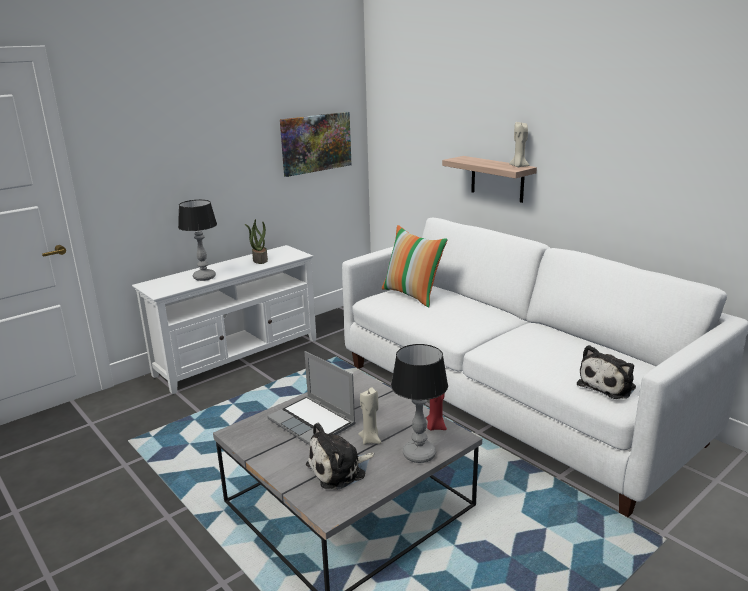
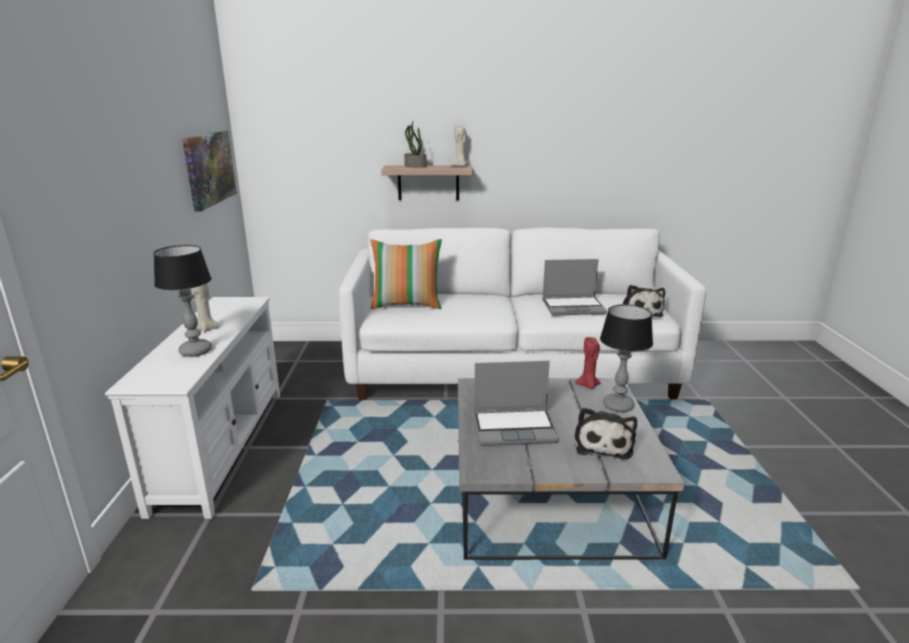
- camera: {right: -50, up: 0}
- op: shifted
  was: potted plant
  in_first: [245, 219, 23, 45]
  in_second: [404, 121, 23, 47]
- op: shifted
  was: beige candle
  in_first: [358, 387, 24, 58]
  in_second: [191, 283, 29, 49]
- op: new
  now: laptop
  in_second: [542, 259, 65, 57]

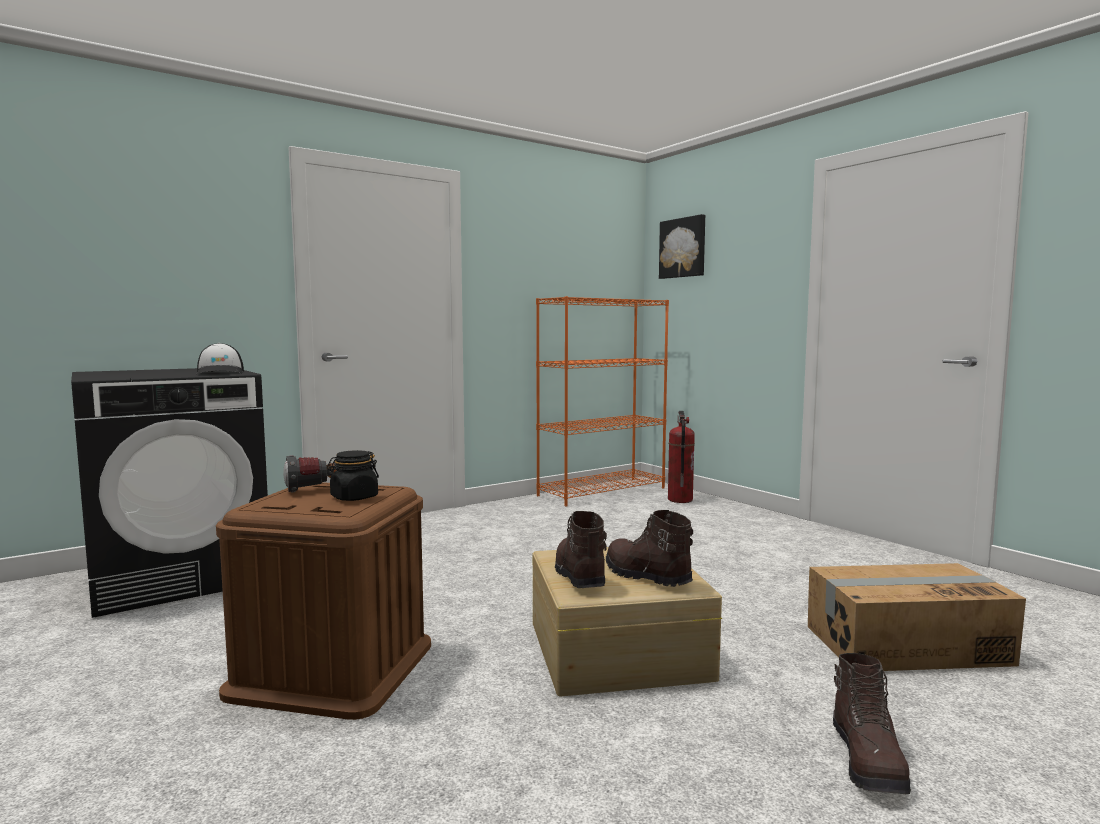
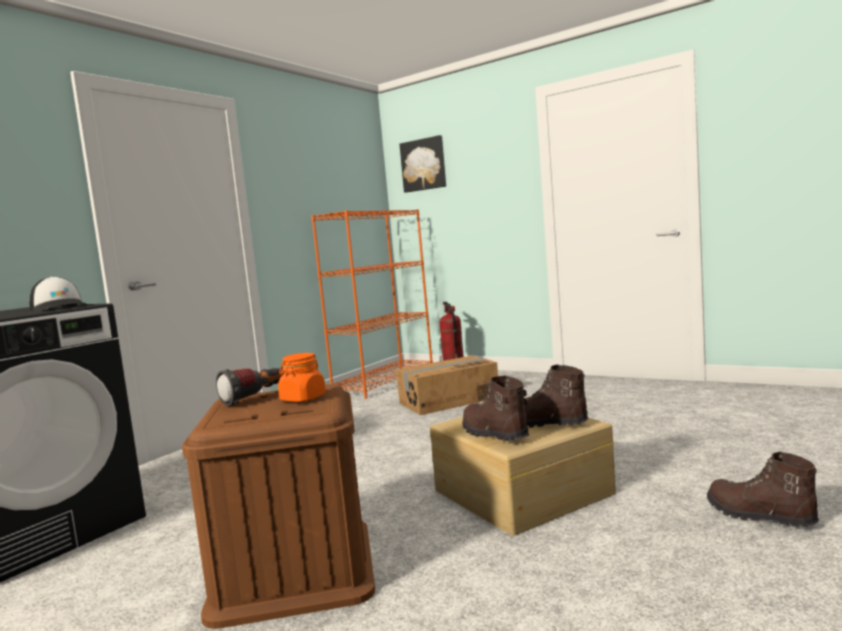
- camera: {right: -20, up: 0}
- op: repainted
  was: black jar
  now: orange jar
  in_first: [327, 450, 52, 51]
  in_second: [278, 353, 48, 49]
- op: shifted
  was: cardboard box
  in_first: [808, 563, 218, 108]
  in_second: [396, 356, 102, 59]
- op: rotated
  was: brown boot
  in_first: [833, 653, 78, 141]
  in_second: [707, 452, 112, 75]
  clockwise: 150

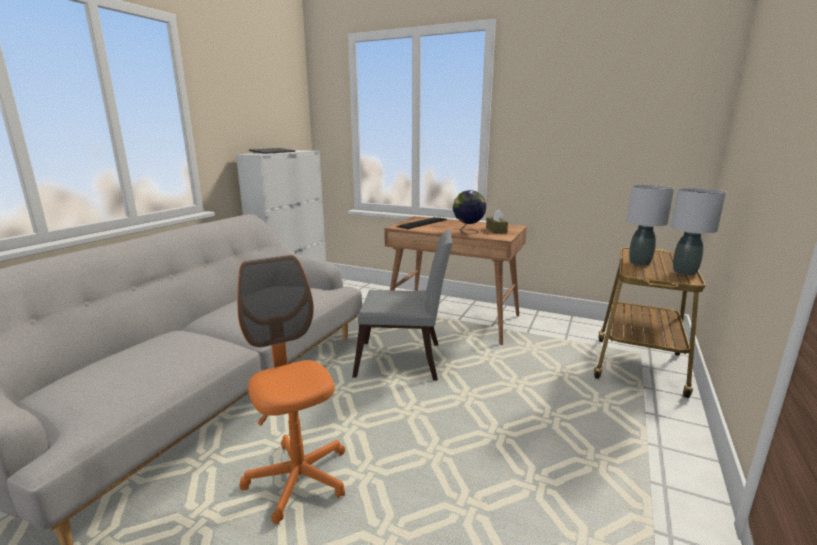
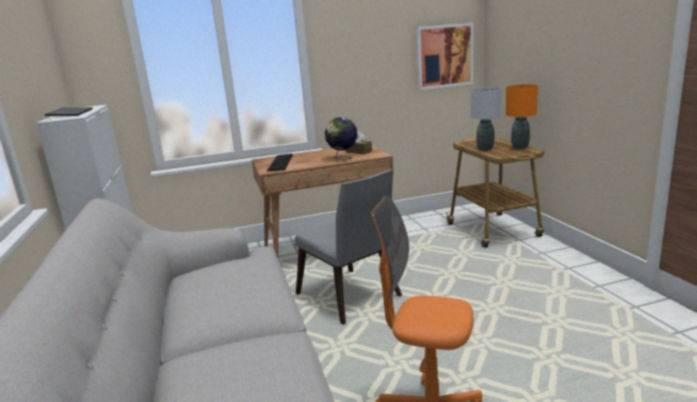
- camera: {right: -40, up: 0}
- op: rotated
  was: grey chair
  in_first: [352, 229, 100, 151]
  in_second: [295, 169, 107, 156]
  clockwise: 90
- op: repainted
  was: grey table lamp
  now: orange table lamp
  in_first: [671, 188, 55, 87]
  in_second: [506, 84, 32, 65]
- op: new
  now: picture
  in_second: [416, 23, 57, 67]

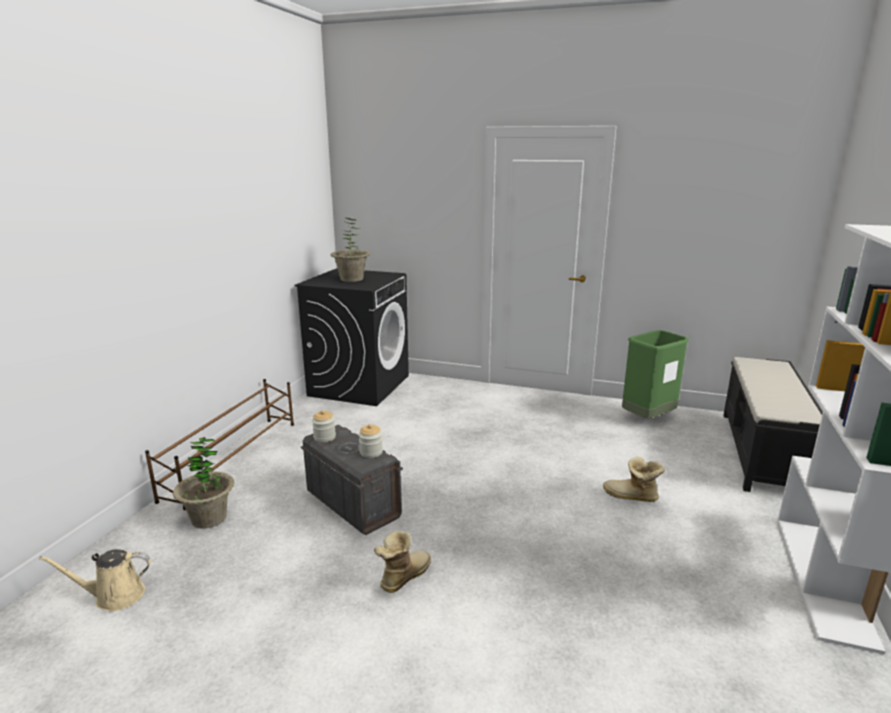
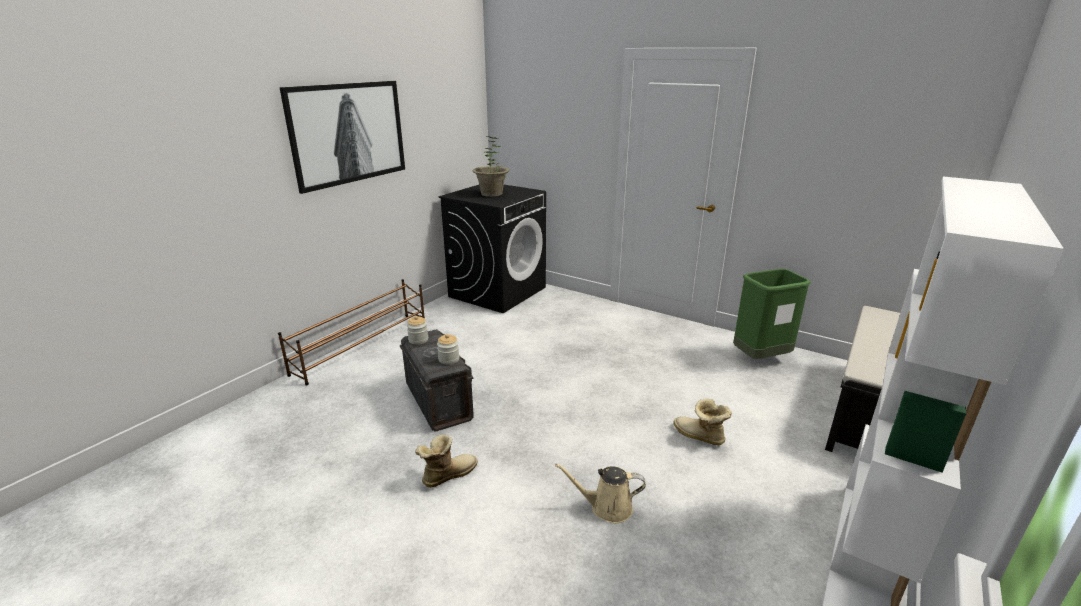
- camera: {right: 15, up: 5}
- op: shifted
  was: beige watering can
  in_first: [39, 549, 112, 62]
  in_second: [555, 463, 91, 60]
- op: gone
  was: potted plant
  in_first: [173, 437, 61, 92]
- op: new
  now: picture
  in_second: [279, 81, 126, 113]

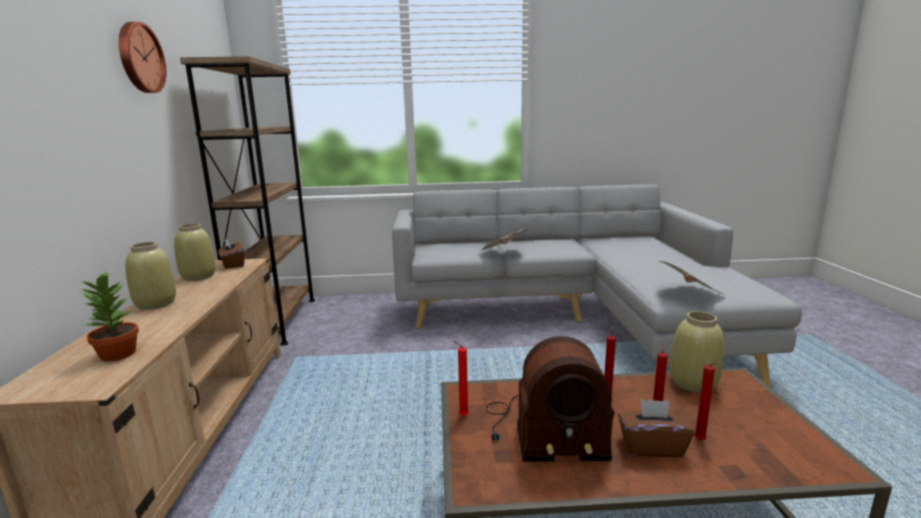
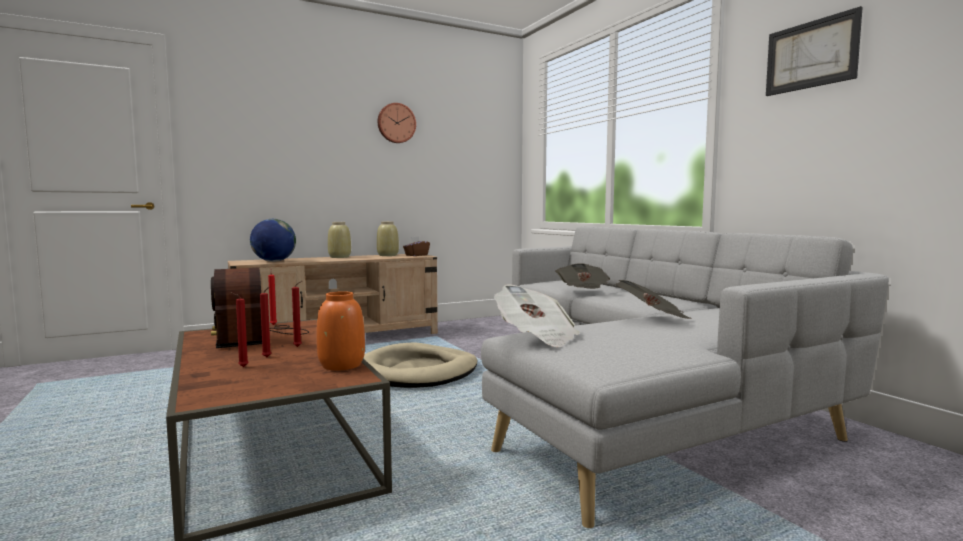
- camera: {right: 65, up: -10}
- op: swapped
  was: potted plant
  now: globe
  in_first: [79, 271, 60, 91]
  in_second: [250, 219, 46, 43]
- op: gone
  was: brown bookcase
  in_first: [180, 56, 135, 290]
- op: gone
  was: brown tissue box
  in_first: [618, 399, 77, 58]
- op: repainted
  was: beige vase
  now: orange vase
  in_first: [670, 311, 54, 82]
  in_second: [316, 291, 49, 80]
- op: new
  now: beige dog bed
  in_second: [363, 342, 114, 46]
- op: new
  now: newspaper
  in_second: [616, 280, 76, 39]
- op: new
  now: picture
  in_second: [766, 6, 97, 90]

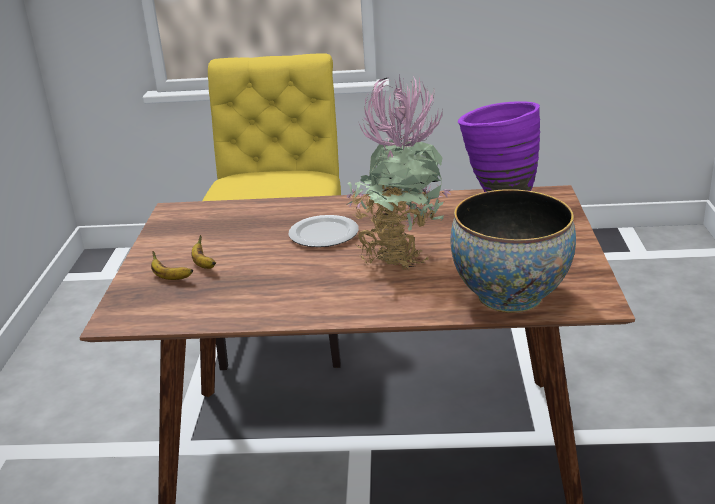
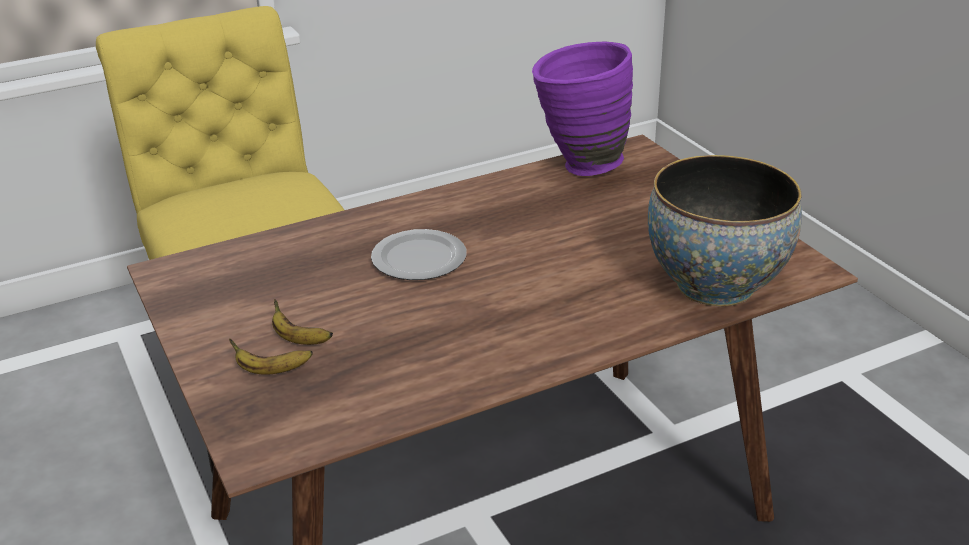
- camera: {right: -30, up: 5}
- op: gone
  was: potted plant
  in_first: [346, 74, 106, 196]

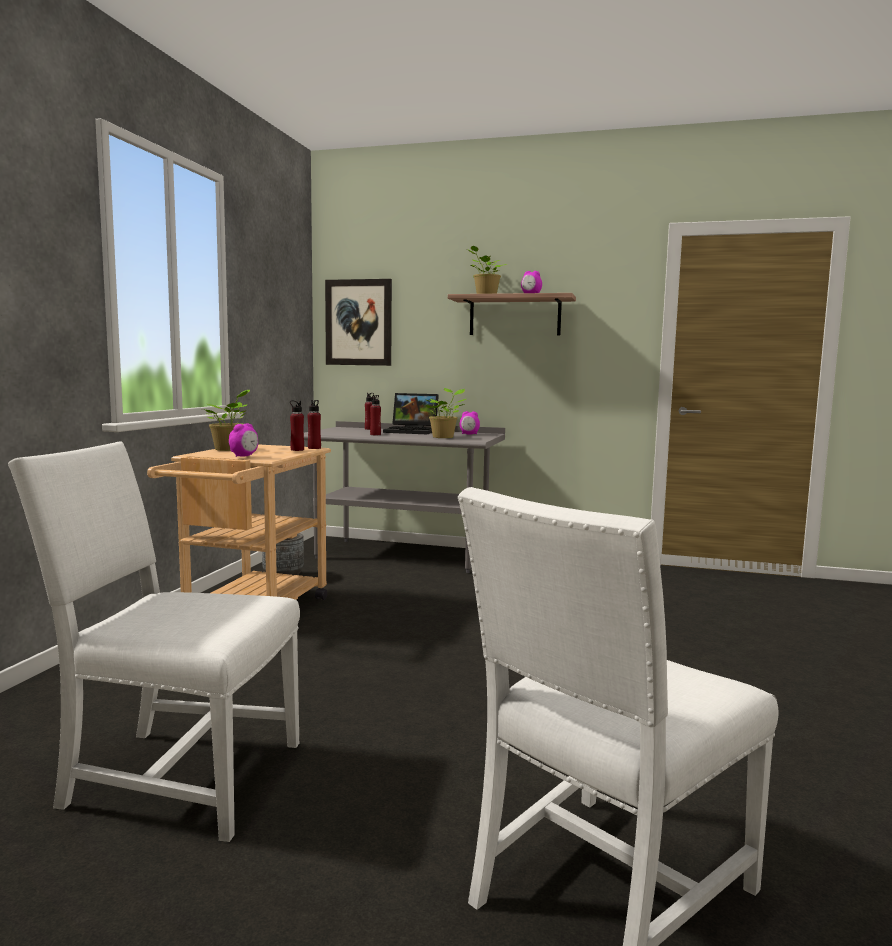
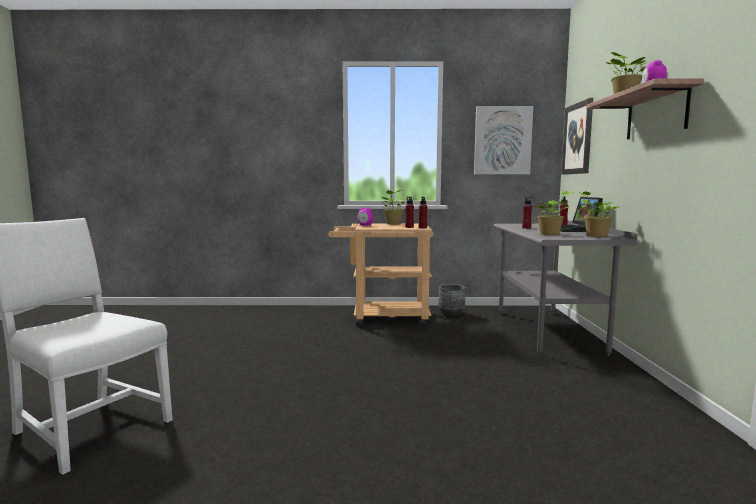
- camera: {right: 75, up: 0}
- op: gone
  was: white chair
  in_first: [8, 442, 292, 400]
- op: swapped
  was: alarm clock
  now: potted plant
  in_first: [460, 411, 20, 23]
  in_second: [576, 191, 43, 46]
- op: new
  now: picture
  in_second: [474, 106, 59, 68]

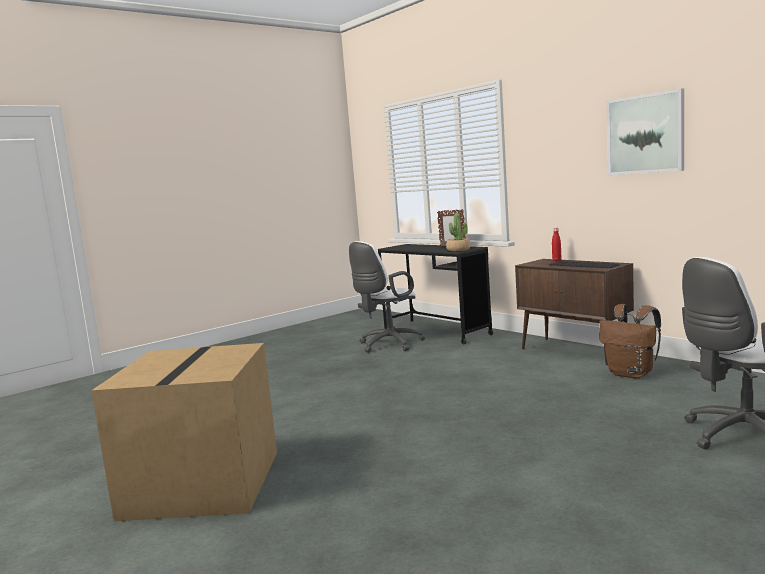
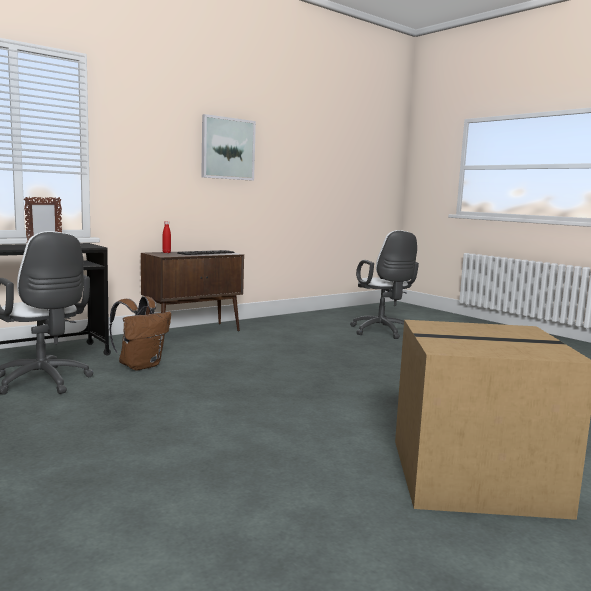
- camera: {right: -90, up: 0}
- op: gone
  was: potted plant
  in_first: [446, 213, 25, 38]
- op: shifted
  was: brown backpack
  in_first: [599, 304, 62, 75]
  in_second: [109, 296, 62, 74]

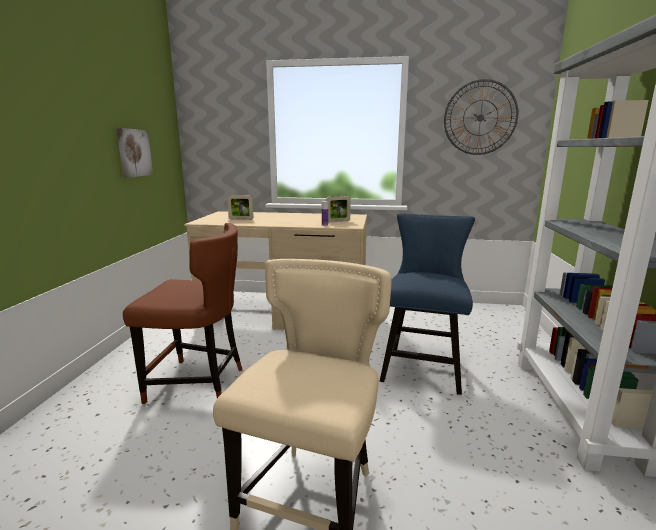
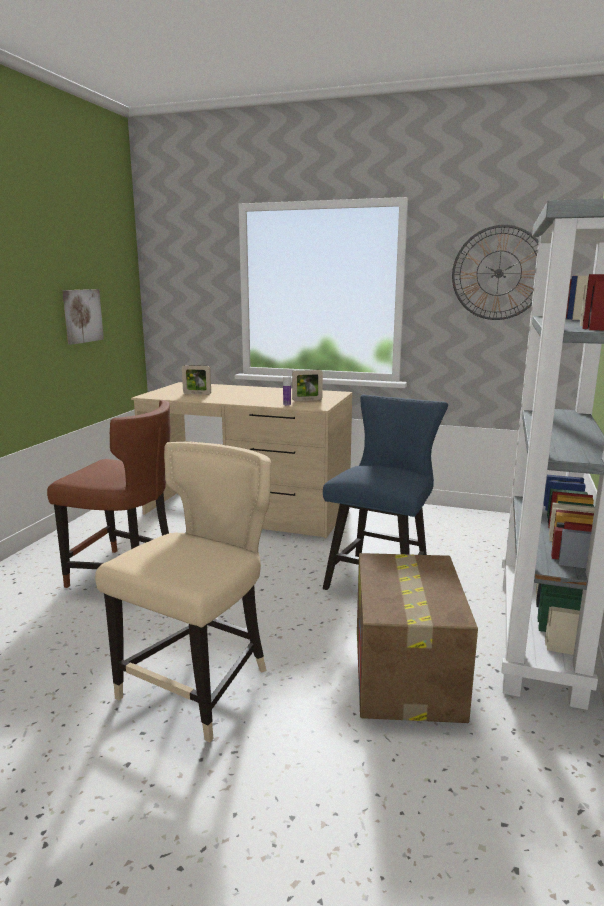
- camera: {right: 10, up: 0}
- op: new
  now: cardboard box
  in_second: [357, 553, 121, 170]

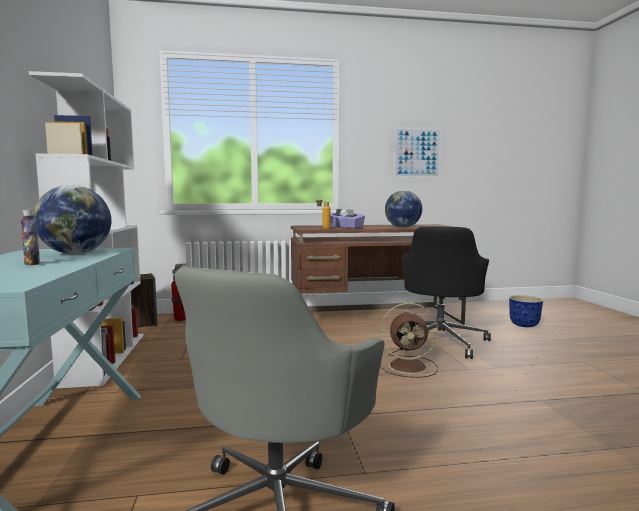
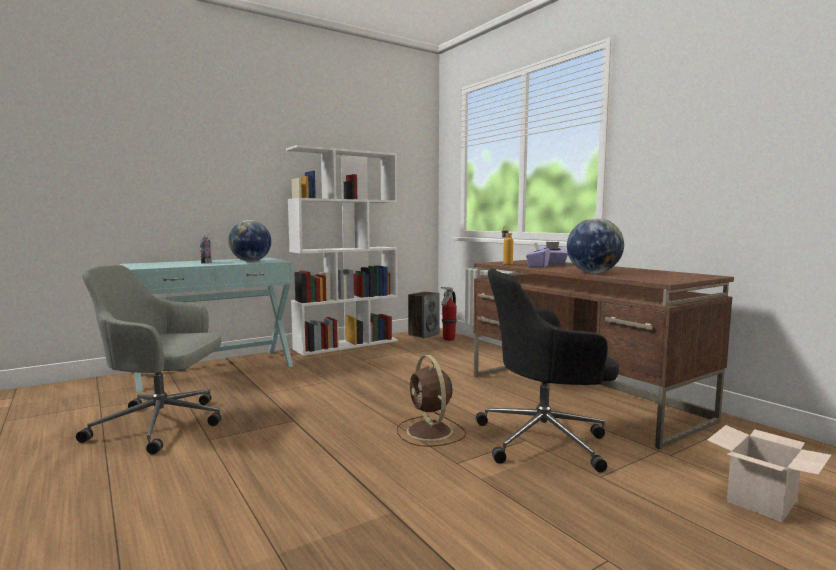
- camera: {right: 65, up: 0}
- op: gone
  was: picture
  in_first: [394, 127, 47, 51]
- op: swapped
  was: planter
  now: cardboard box
  in_first: [509, 295, 34, 32]
  in_second: [707, 425, 124, 97]

